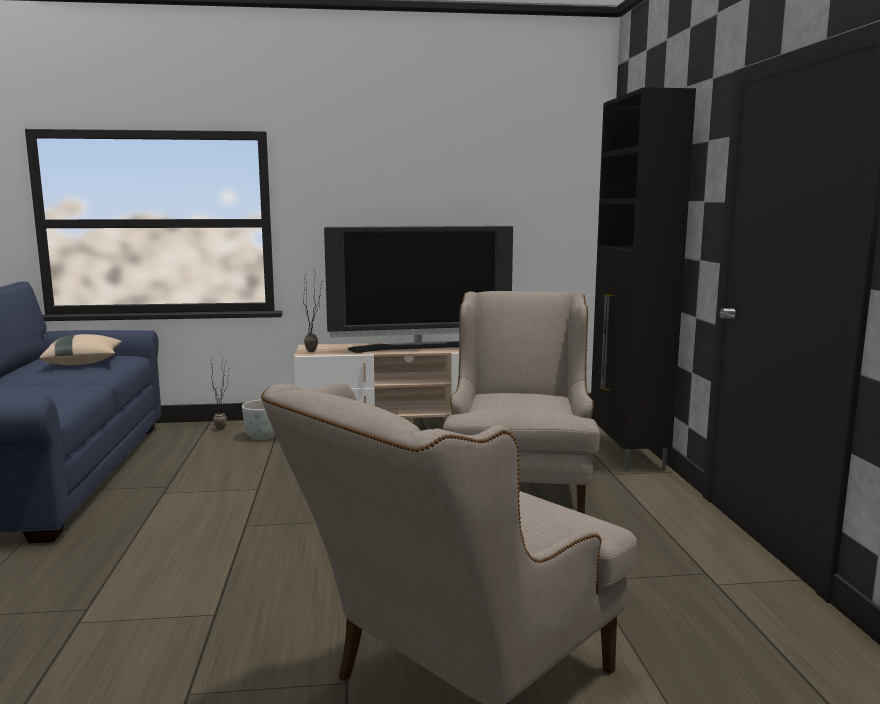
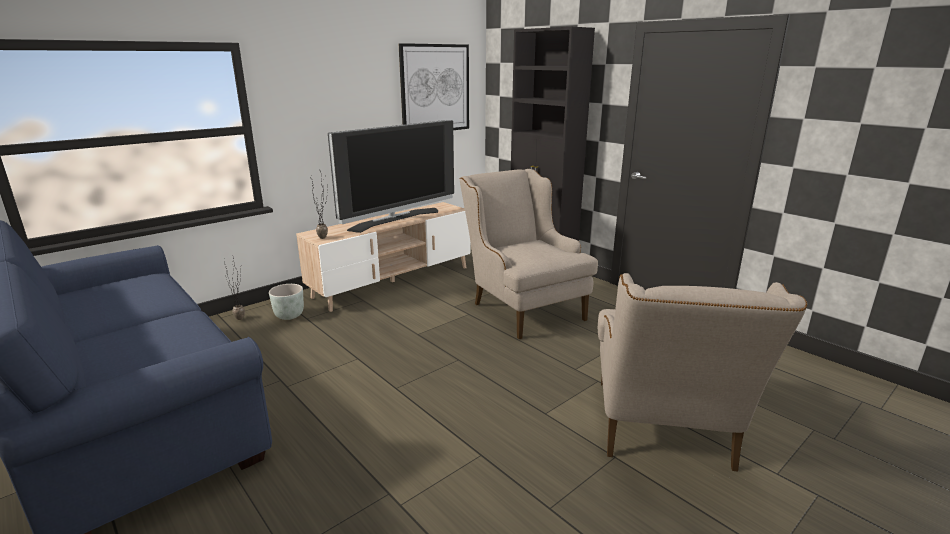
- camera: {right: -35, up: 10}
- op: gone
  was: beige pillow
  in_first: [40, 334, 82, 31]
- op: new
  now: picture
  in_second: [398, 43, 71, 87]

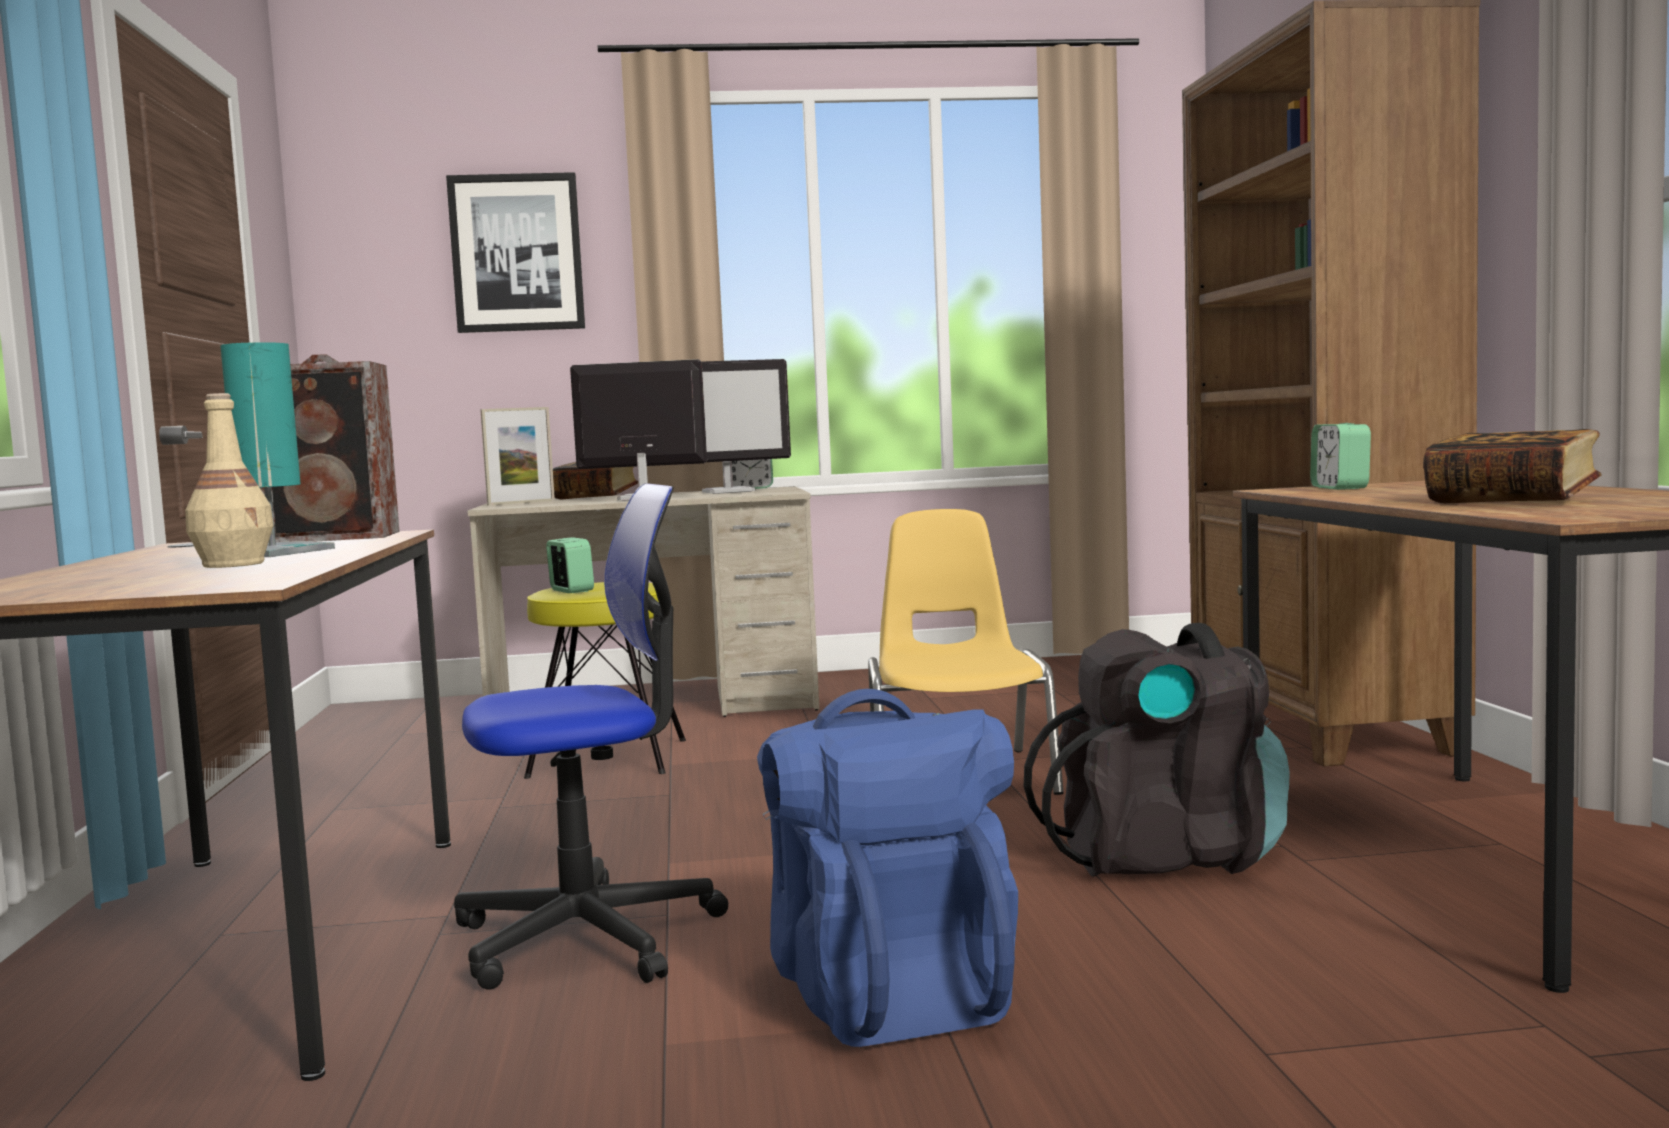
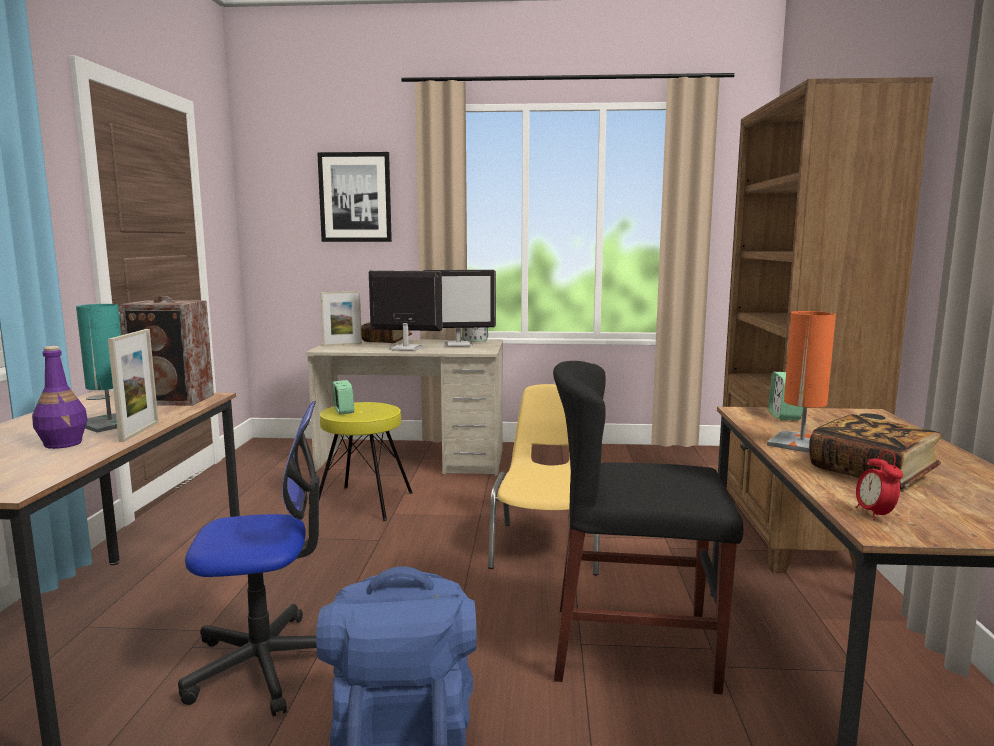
- camera: {right: 10, up: 5}
- op: repainted
  was: beige bottle
  now: purple bottle
  in_first: [185, 393, 89, 175]
  in_second: [32, 346, 56, 103]
- op: swapped
  was: black backpack
  now: black chair
  in_first: [1024, 623, 266, 254]
  in_second: [553, 361, 190, 333]
- op: new
  now: picture frame
  in_second: [108, 329, 51, 113]
- op: new
  now: orange table lamp
  in_second: [767, 311, 69, 142]
- op: new
  now: alarm clock
  in_second: [855, 450, 48, 70]

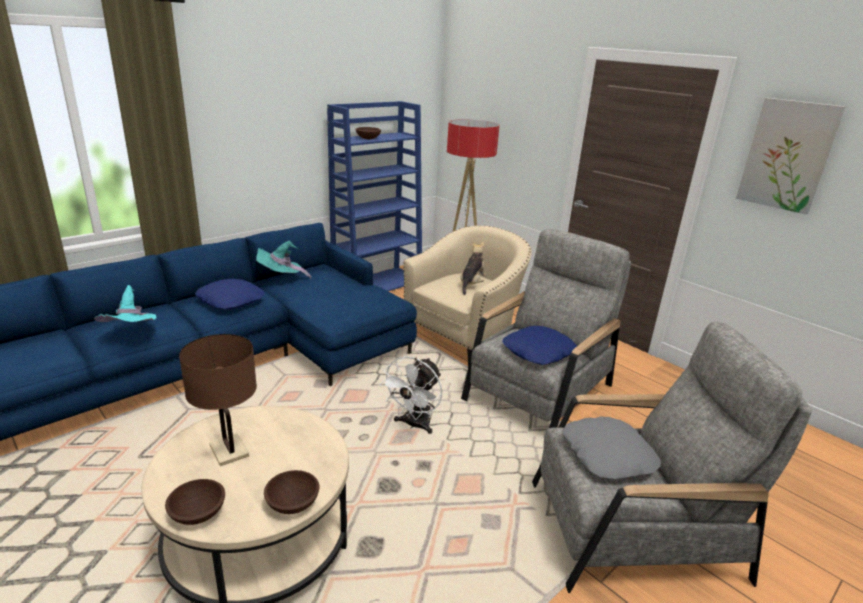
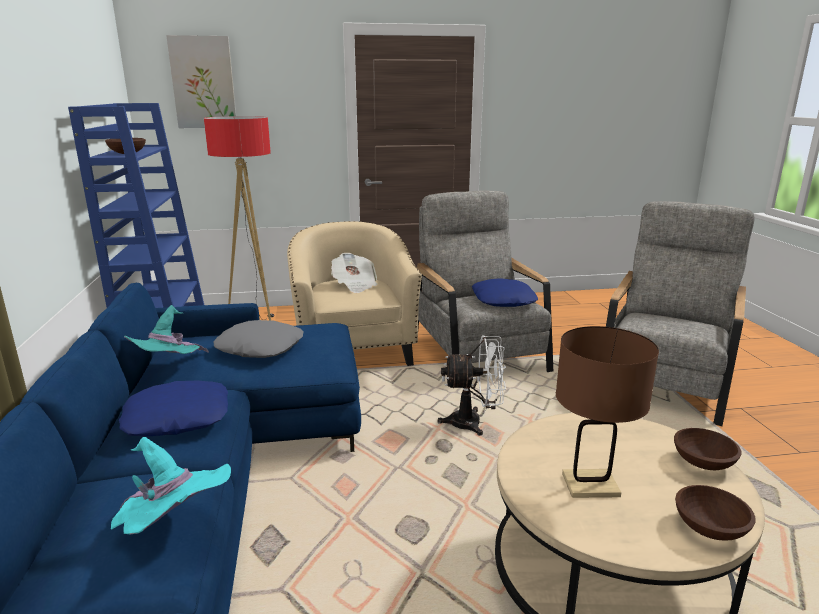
- camera: {right: -55, up: -5}
- op: rotated
  was: white fan
  in_first: [379, 356, 63, 78]
  in_second: [437, 335, 69, 101]
  clockwise: -60
- op: swapped
  was: plush toy
  now: newspaper
  in_first: [460, 241, 27, 54]
  in_second: [331, 253, 46, 40]
- op: shifted
  was: grey pillow
  in_first: [562, 417, 99, 62]
  in_second: [213, 320, 91, 38]
- op: shifted
  was: picture
  in_first: [736, 98, 110, 116]
  in_second: [166, 35, 70, 93]

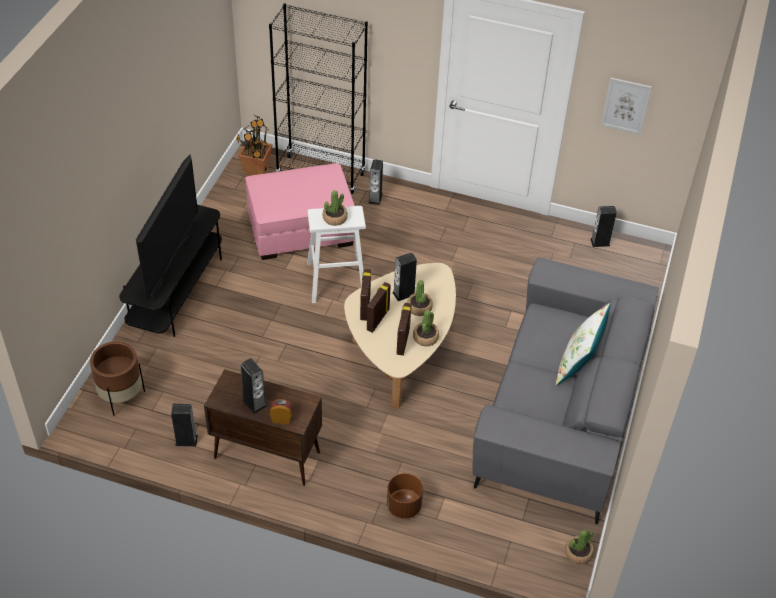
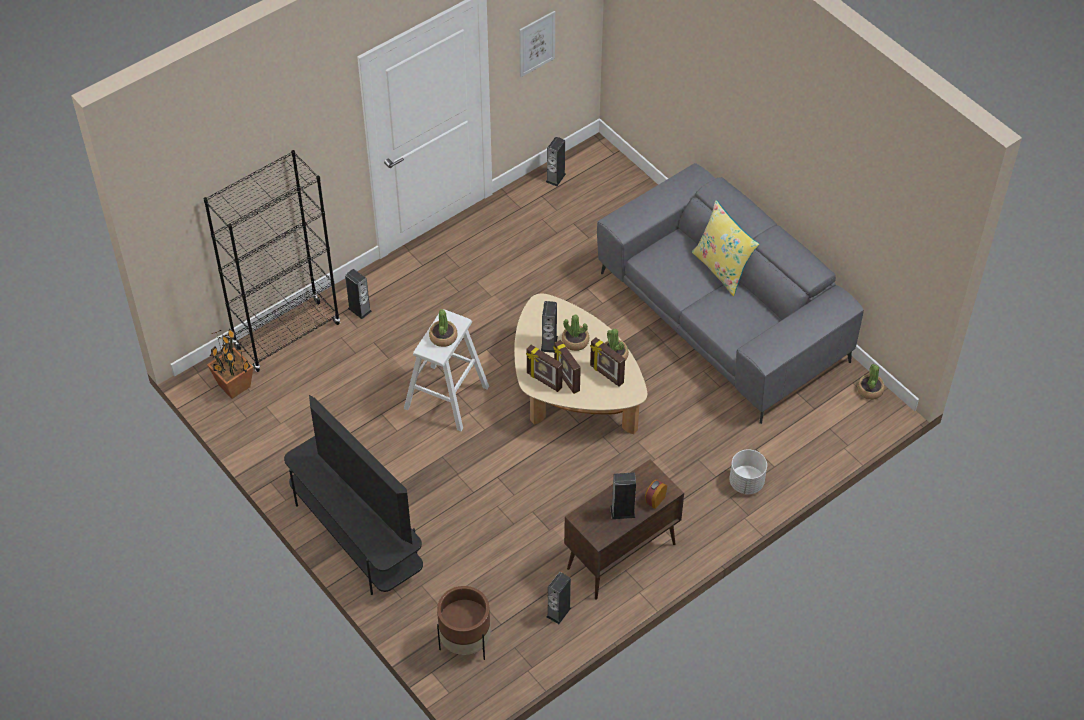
- camera: {right: -55, up: 5}
- op: gone
  was: pink ottoman
  in_first: [246, 163, 109, 97]
- op: repainted
  was: brown planter
  now: white planter
  in_first: [387, 473, 36, 46]
  in_second: [729, 449, 38, 45]
- op: repainted
  was: white pillow
  now: yellow pillow
  in_first: [556, 303, 54, 83]
  in_second: [692, 200, 67, 96]

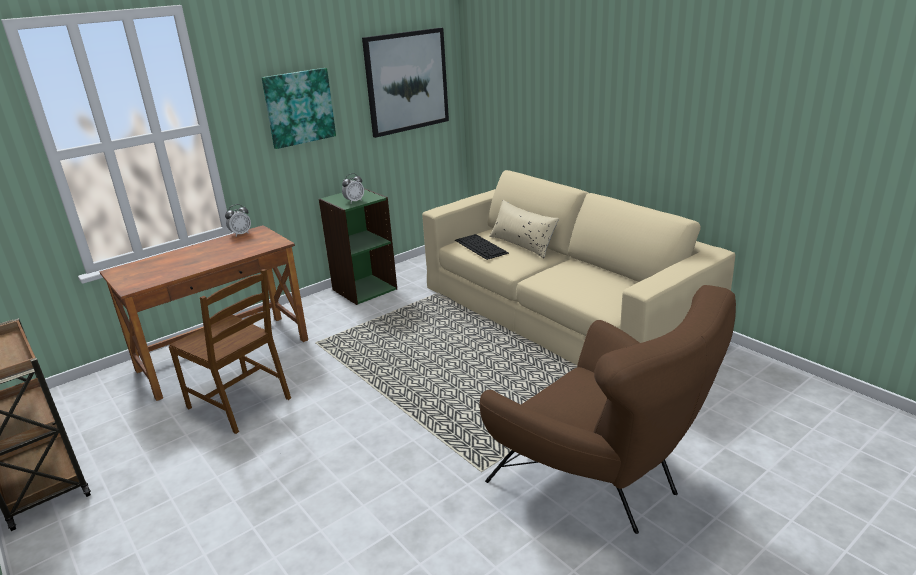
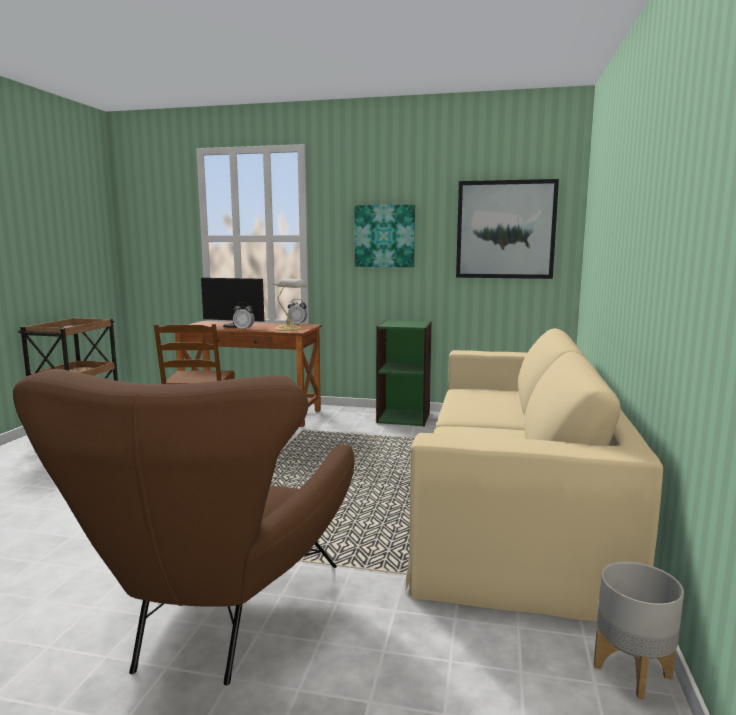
- camera: {right: 50, up: -15}
- op: shifted
  was: alarm clock
  in_first: [342, 173, 22, 30]
  in_second: [233, 302, 22, 28]
- op: gone
  was: keyboard
  in_first: [455, 234, 54, 26]
- op: gone
  was: beige pillow
  in_first: [489, 200, 70, 59]
- op: new
  now: monitor
  in_second: [201, 278, 63, 50]
- op: new
  now: table lamp
  in_second: [272, 278, 36, 53]
- op: new
  now: grey planter
  in_second: [594, 561, 90, 139]

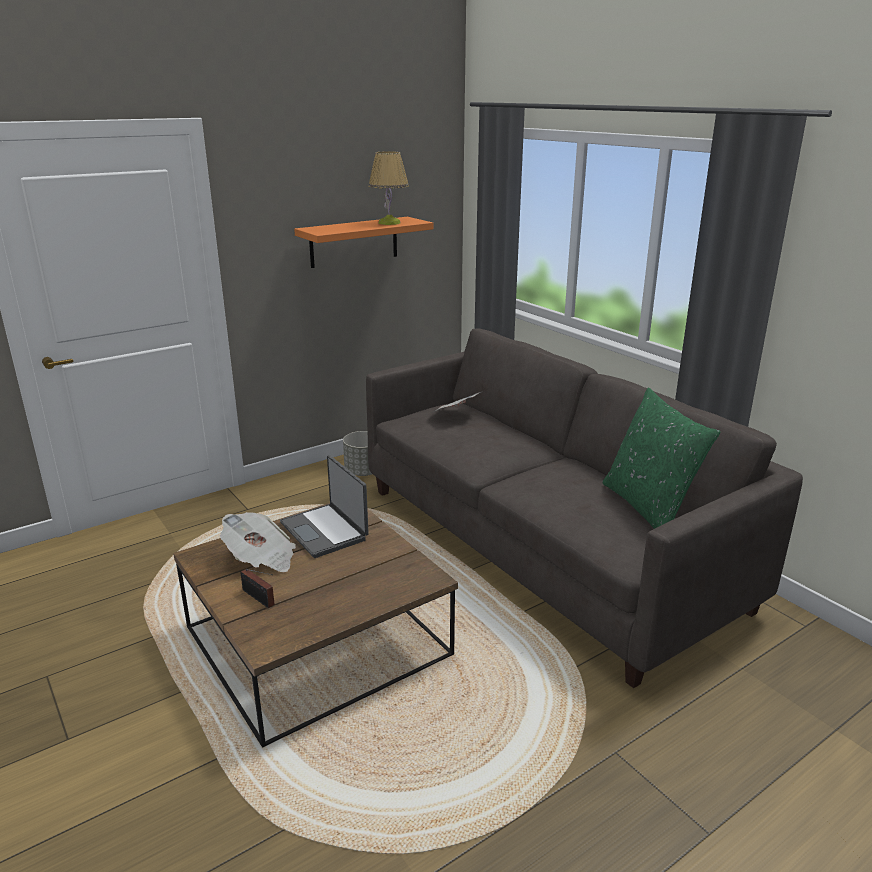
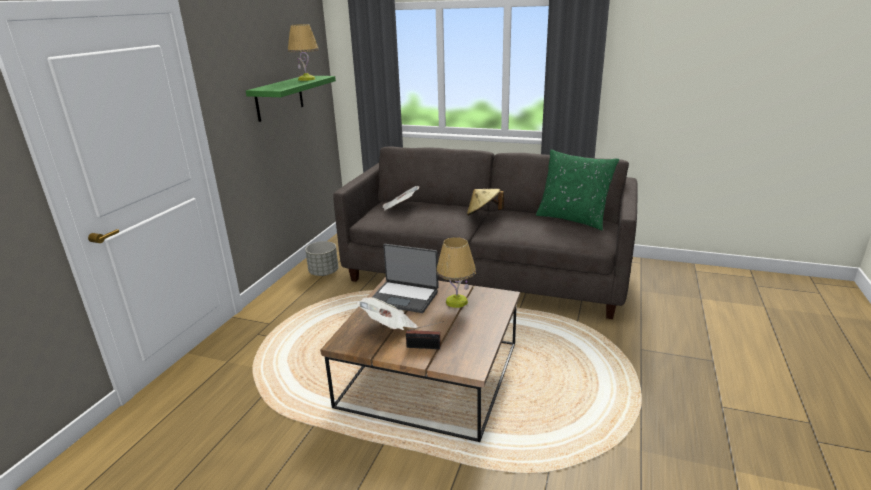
- camera: {right: -35, up: 0}
- op: repainted
  was: orange shelf
  now: green shelf
  in_first: [294, 217, 139, 51]
  in_second: [246, 76, 90, 46]
- op: new
  now: table lamp
  in_second: [436, 237, 40, 71]
- op: new
  now: beige hat
  in_second: [467, 189, 37, 27]

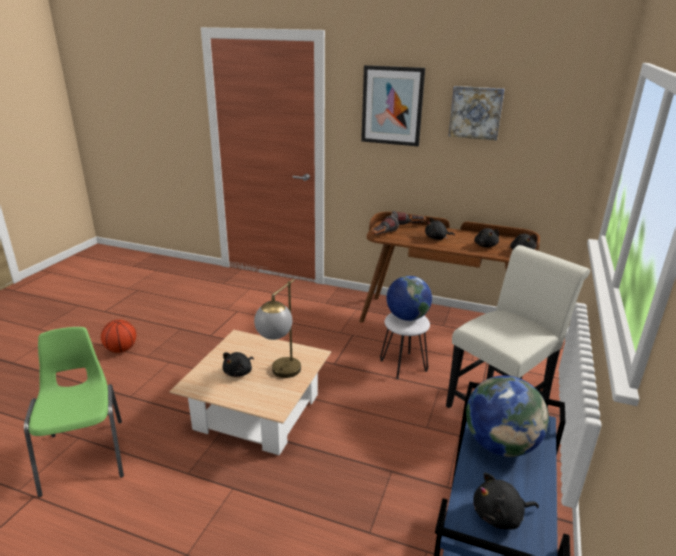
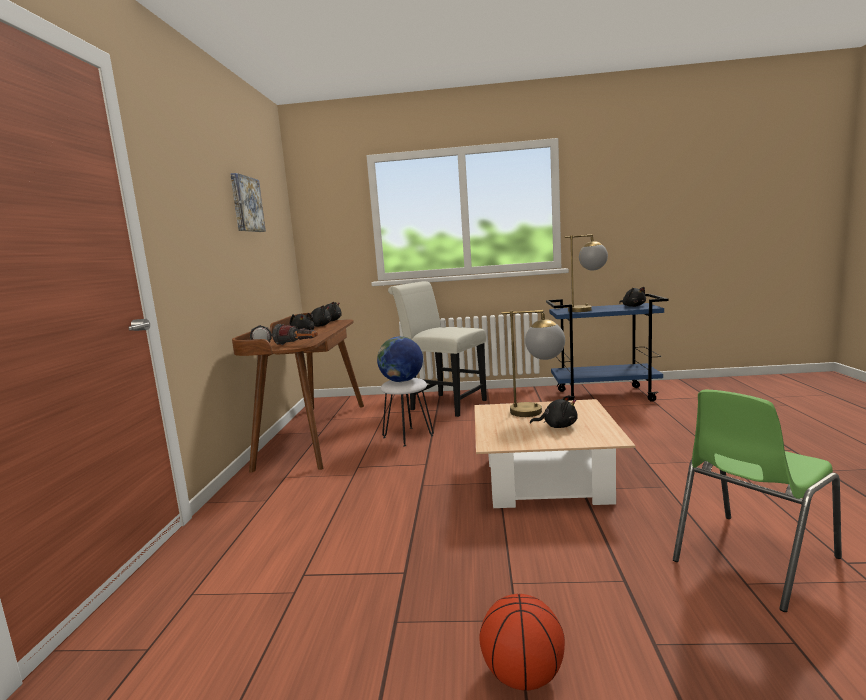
- camera: {right: -105, up: -15}
- op: gone
  was: picture
  in_first: [361, 65, 64, 81]
- op: swapped
  was: globe
  now: table lamp
  in_first: [466, 375, 83, 82]
  in_second: [565, 234, 43, 78]

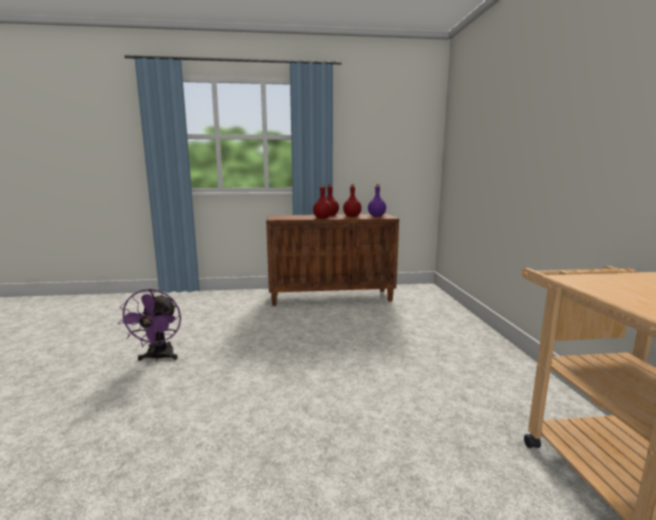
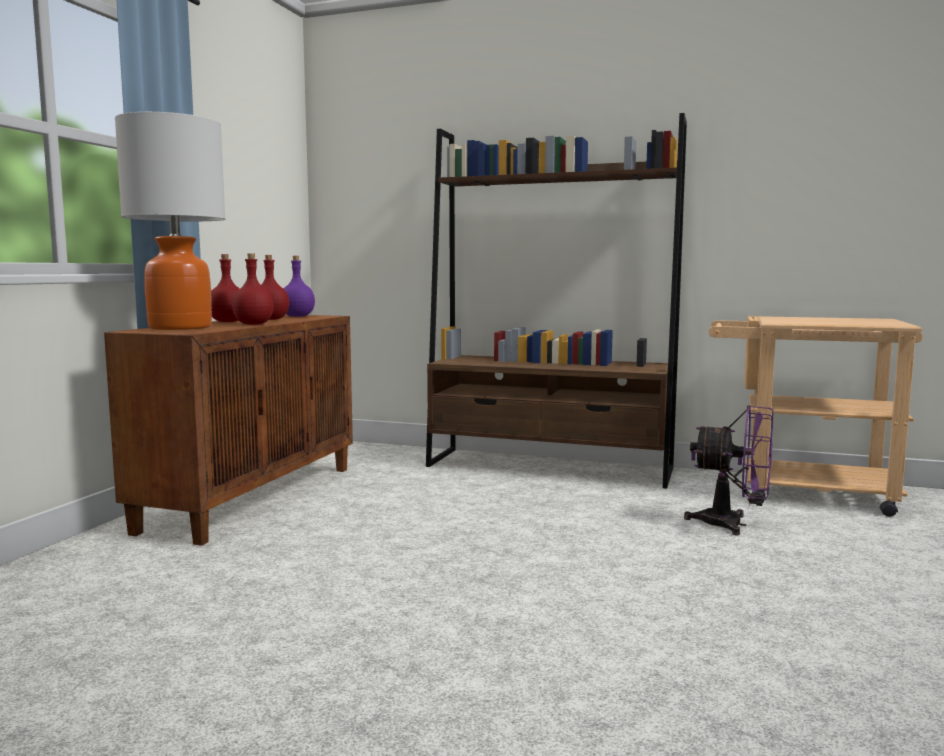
- camera: {right: -65, up: -5}
- op: shifted
  was: purple fan
  in_first: [117, 289, 64, 72]
  in_second: [684, 405, 89, 130]
- op: new
  now: table lamp
  in_second: [115, 112, 110, 218]
- op: new
  now: brown bookcase
  in_second: [426, 113, 261, 376]

